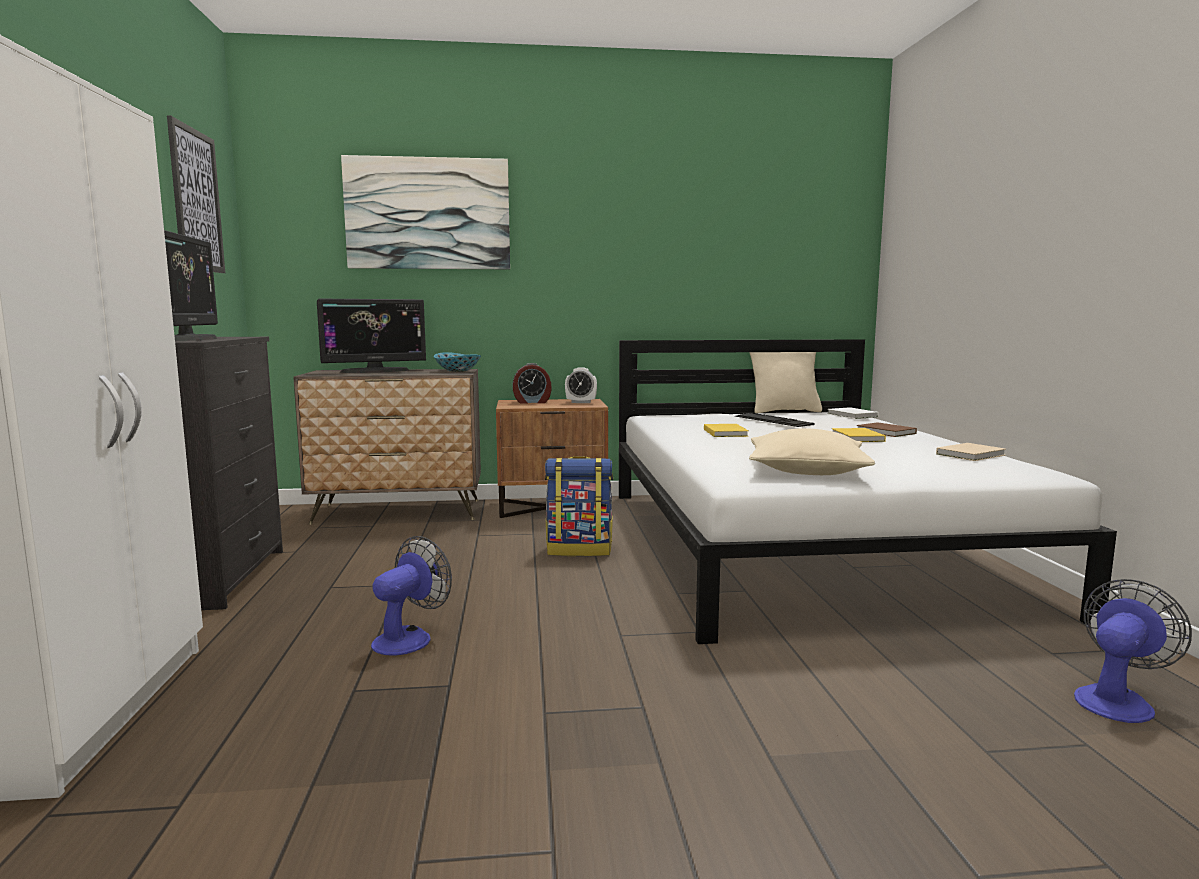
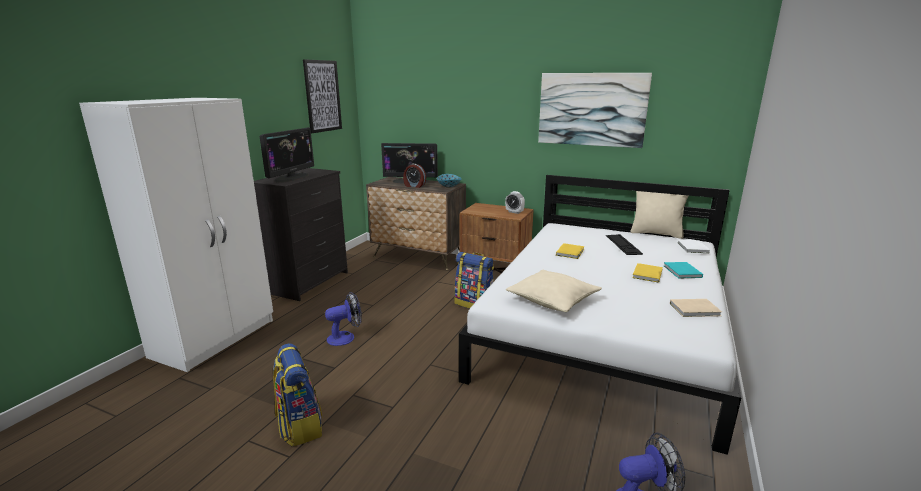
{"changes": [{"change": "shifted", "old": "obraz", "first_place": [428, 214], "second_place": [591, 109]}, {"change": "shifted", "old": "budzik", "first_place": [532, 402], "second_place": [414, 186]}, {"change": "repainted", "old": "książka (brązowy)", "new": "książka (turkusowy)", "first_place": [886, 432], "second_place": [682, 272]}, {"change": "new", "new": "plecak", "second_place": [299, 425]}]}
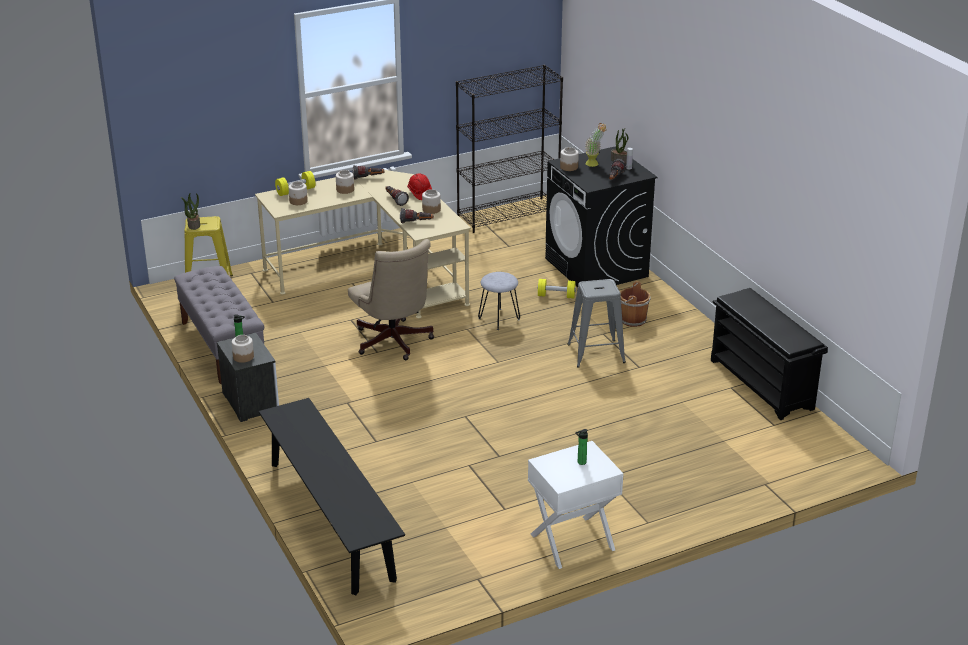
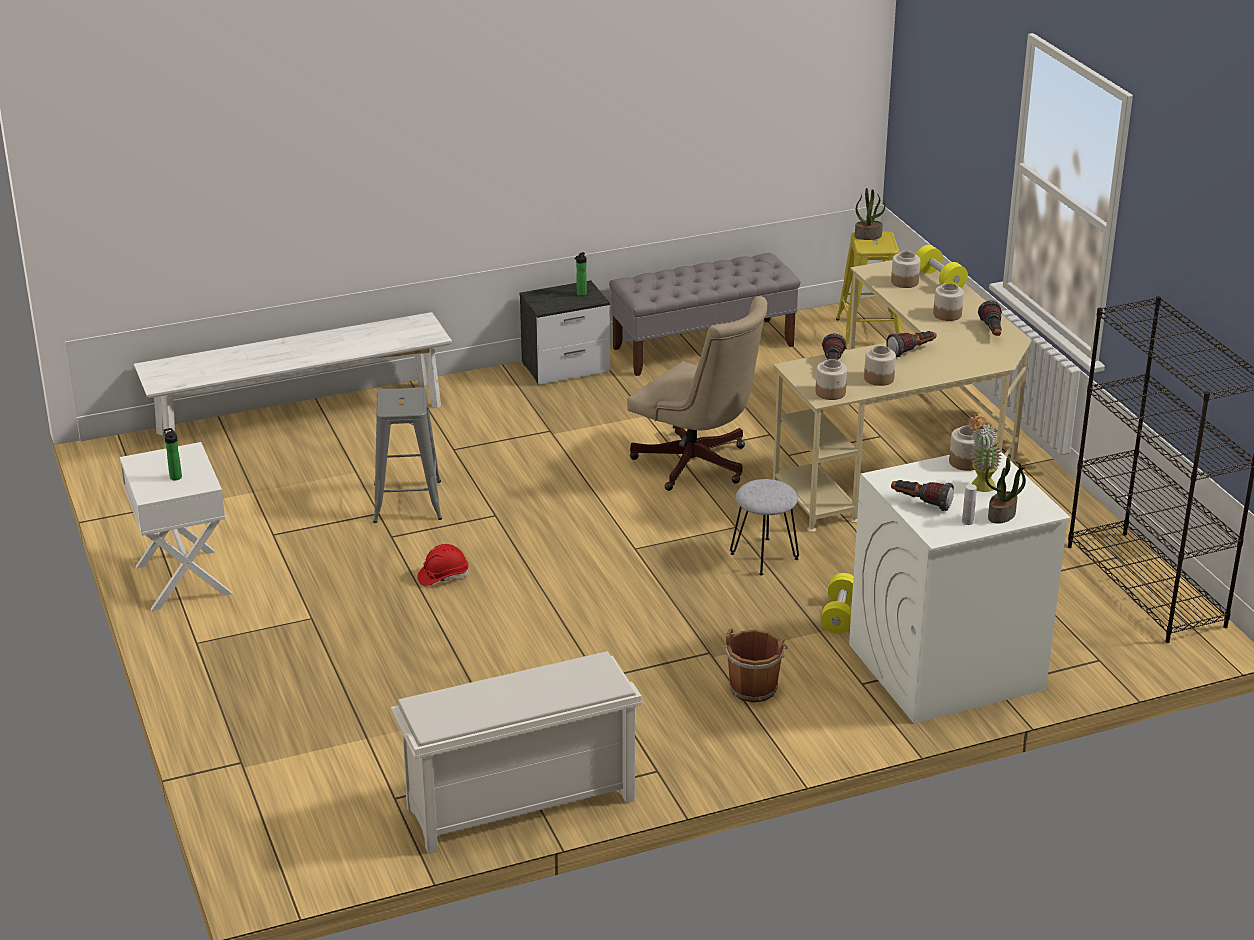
{"changes": [{"change": "shifted", "old": "słoik", "first_place": [243, 357], "second_place": [831, 393]}, {"change": "repainted", "old": "ławka (czarny)", "new": "ławka (biały)", "first_place": [330, 519], "second_place": [300, 419]}, {"change": "rotated", "old": "krzesło biurowe (beżowy)", "first_place": [394, 344], "second_place": [697, 466], "degrees": -120}, {"change": "shifted", "old": "kask (czerwony)", "first_place": [420, 193], "second_place": [443, 576]}, {"change": "repainted", "old": "pralka (czarny)", "new": "pralka (biały)", "first_place": [597, 268], "second_place": [945, 667]}, {"change": "shifted", "old": "stołek (szary)", "first_place": [596, 353], "second_place": [407, 501]}, {"change": "repainted", "old": "regał na buty (czarny)", "new": "regał na buty (biały)", "first_place": [763, 384], "second_place": [519, 806]}]}
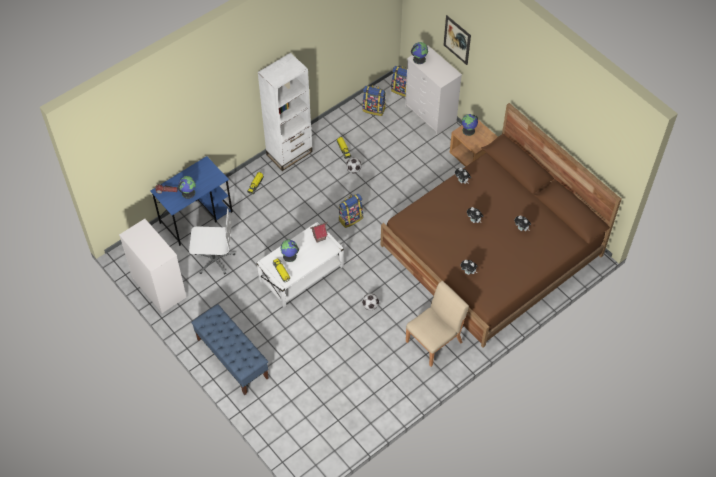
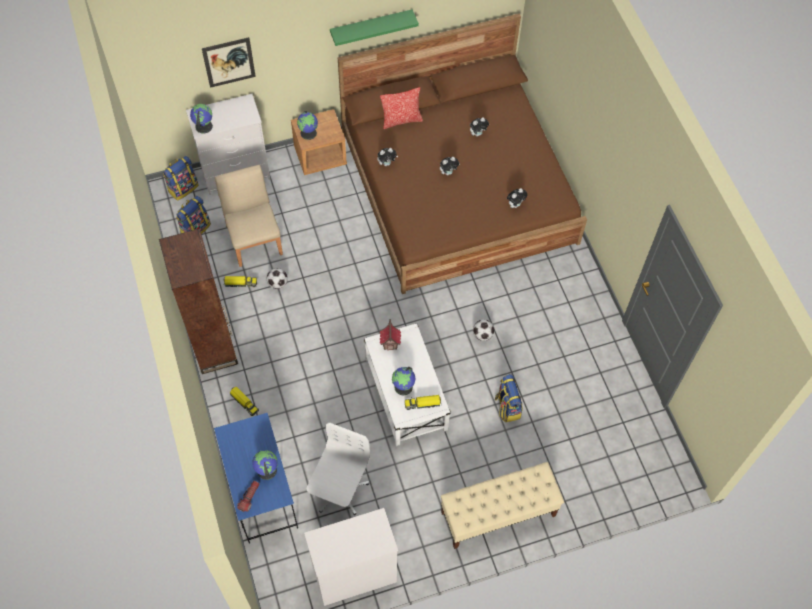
{"changes": [{"change": "repainted", "old": "ławka (niebieski)", "new": "ławka (beżowy)", "first_place": [232, 358], "second_place": [497, 514]}, {"change": "repainted", "old": "regał (biały)", "new": "regał (brązowy)", "first_place": [289, 153], "second_place": [214, 346]}, {"change": "shifted", "old": "plecak", "first_place": [350, 218], "second_place": [507, 407]}, {"change": "shifted", "old": "krzesło (beżowy)", "first_place": [434, 341], "second_place": [254, 239]}, {"change": "new", "new": "półka (zielony)", "second_place": [371, 27]}, {"change": "new", "new": "poduszka", "second_place": [401, 120]}]}
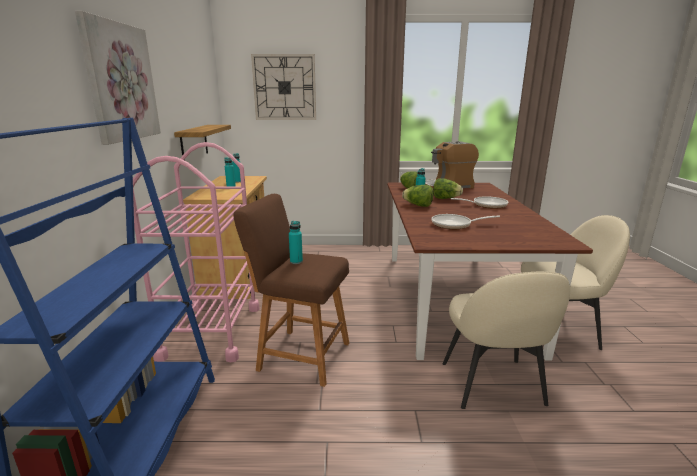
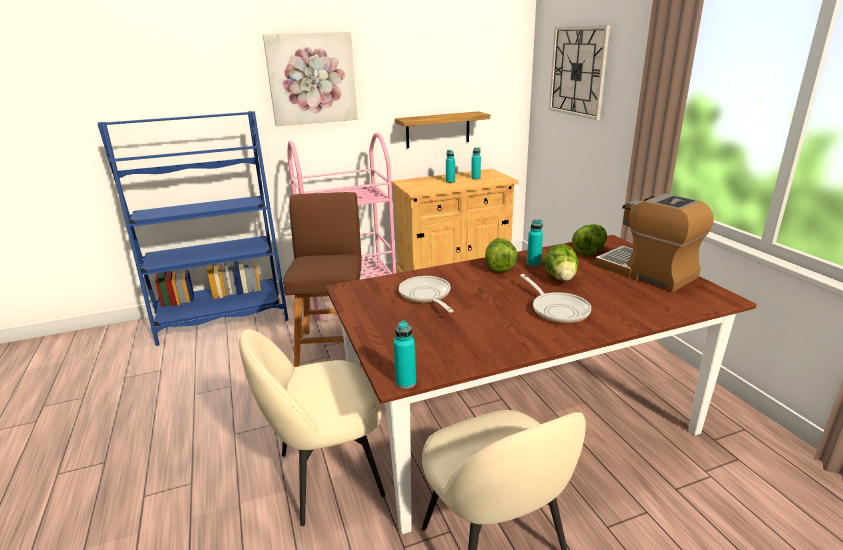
{"changes": [{"change": "shifted", "old": "butelka (turkusowy)", "first_place": [296, 261], "second_place": [406, 382]}]}
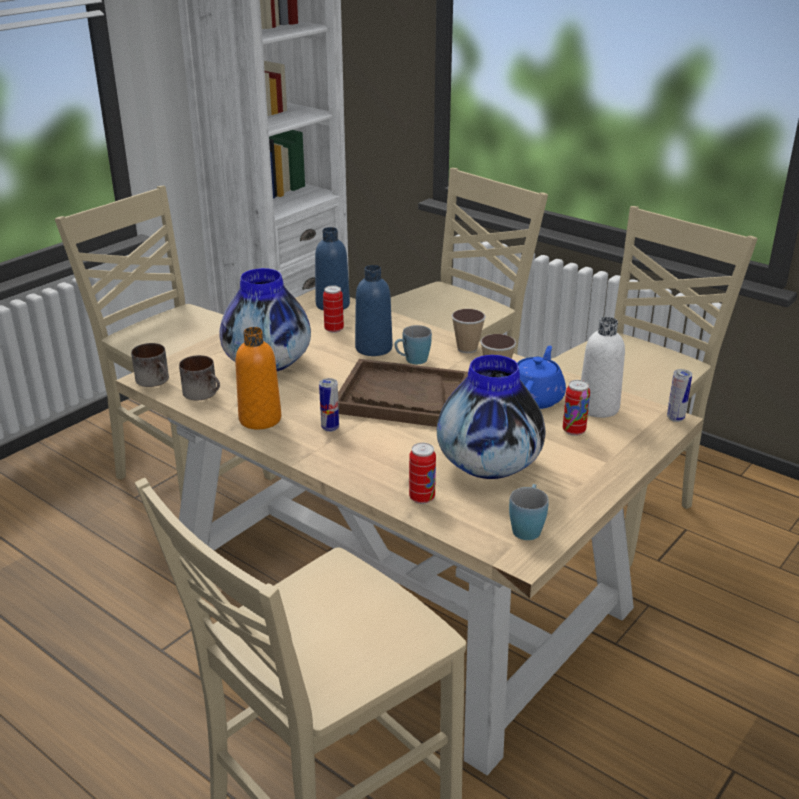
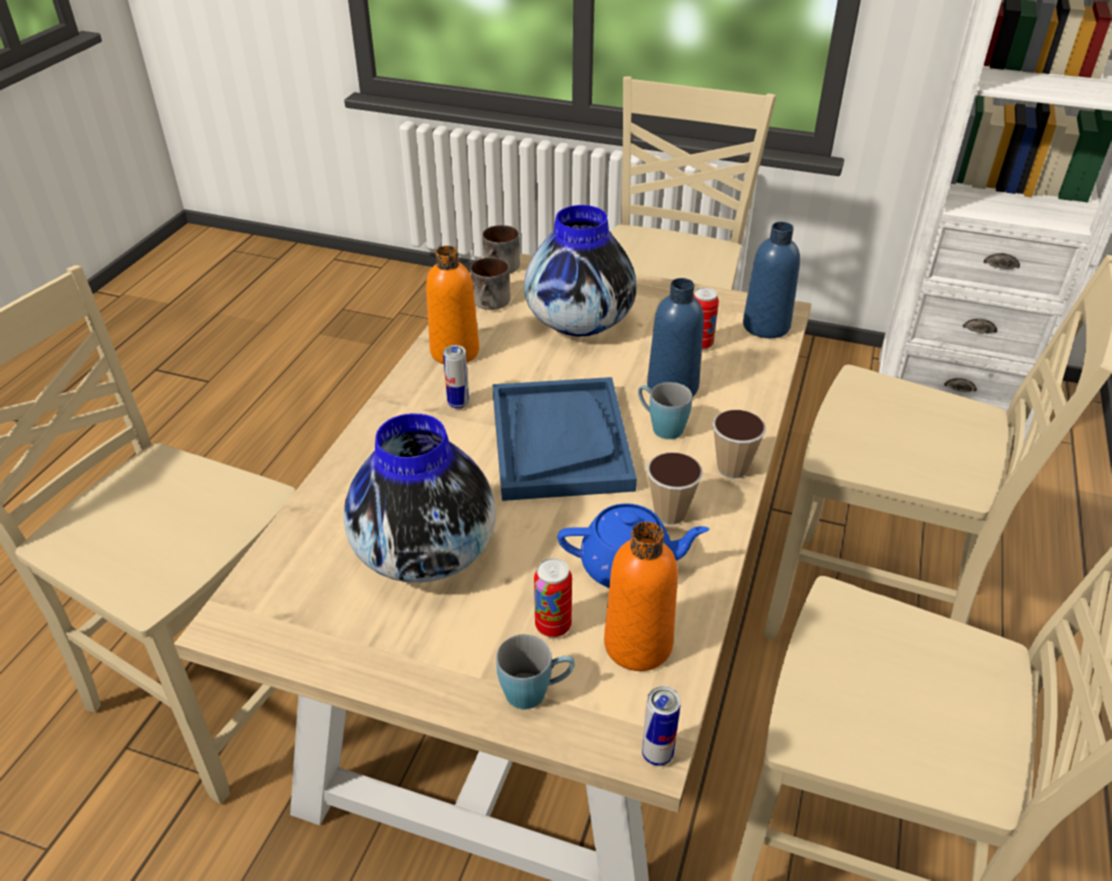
{"changes": [{"change": "repainted", "old": "taca (brązowy)", "new": "taca (niebieski)", "first_place": [402, 397], "second_place": [559, 441]}, {"change": "gone", "old": "puszka", "first_place": [422, 498]}, {"change": "shifted", "old": "kubek (niebieski)", "first_place": [527, 527], "second_place": [536, 691]}, {"change": "repainted", "old": "butelka (biały)", "new": "butelka (pomarańczowy)", "first_place": [598, 408], "second_place": [638, 644]}]}
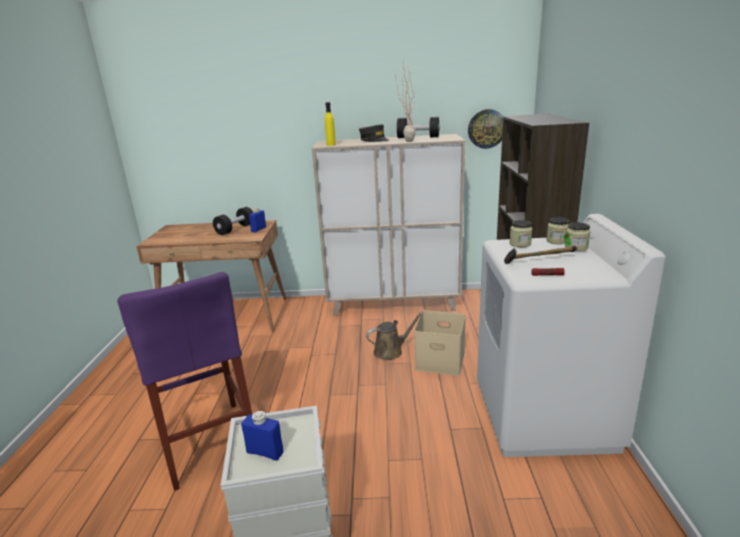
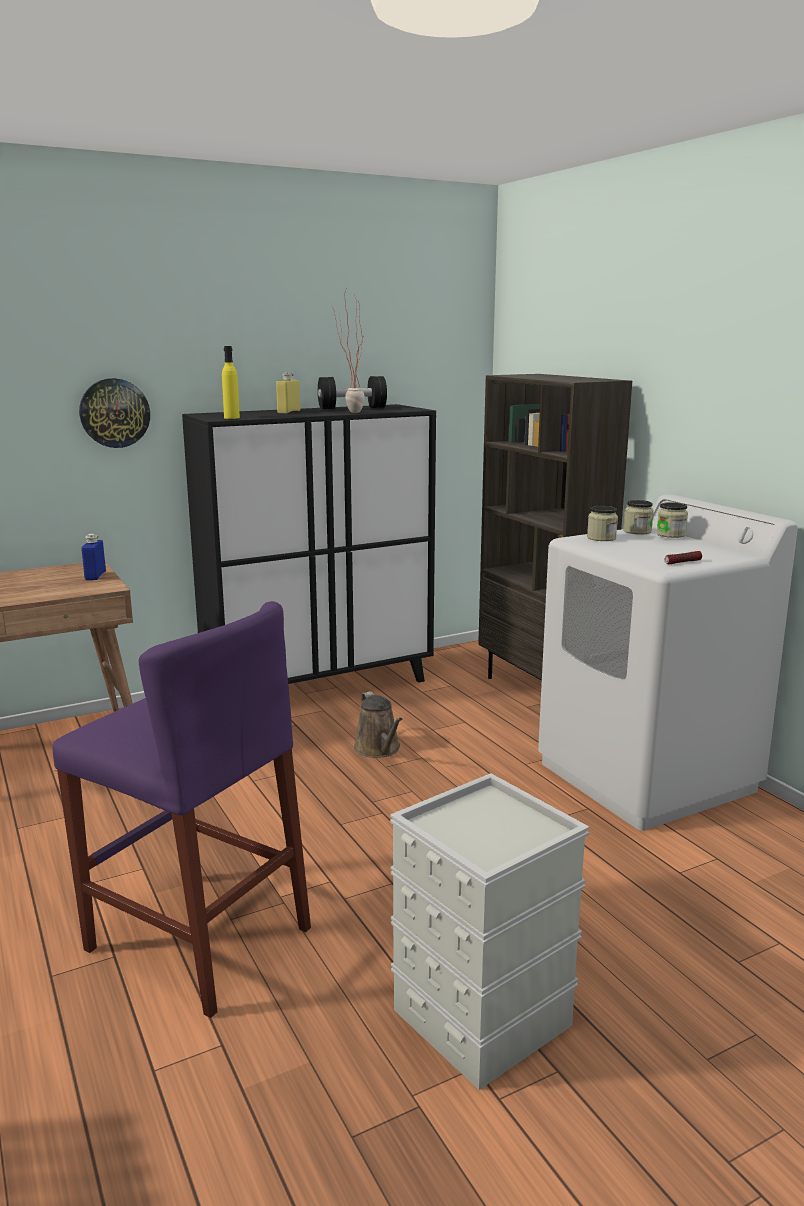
{"changes": [{"change": "gone", "old": "hantel (czarny)", "first_place": [235, 229]}, {"change": "gone", "old": "butelka (niebieski)", "first_place": [265, 452]}, {"change": "repainted", "old": "szafka (beżowy)", "new": "szafka (czarny)", "first_place": [393, 304], "second_place": [320, 688]}, {"change": "swapped", "old": "czapka z daszkiem (szary)", "new": "butelka (żółty)", "first_place": [374, 140], "second_place": [289, 412]}, {"change": "rotated", "old": "konewka (brązowy)", "first_place": [391, 351], "second_place": [379, 749], "degrees": 120}, {"change": "gone", "old": "pojemnik do przechowywania (beżowy)", "first_place": [441, 360]}, {"change": "shifted", "old": "zegar ścienny", "first_place": [486, 129], "second_place": [114, 413]}, {"change": "gone", "old": "młotek", "first_place": [538, 261]}]}
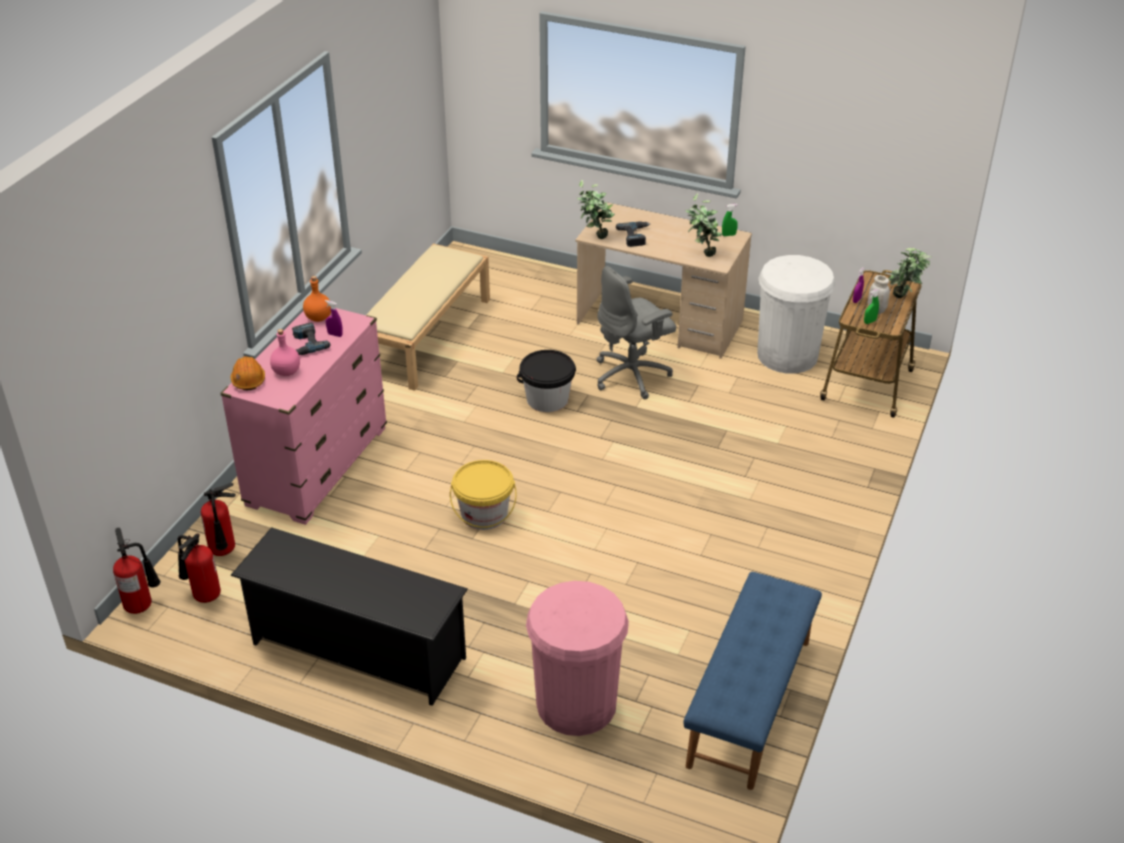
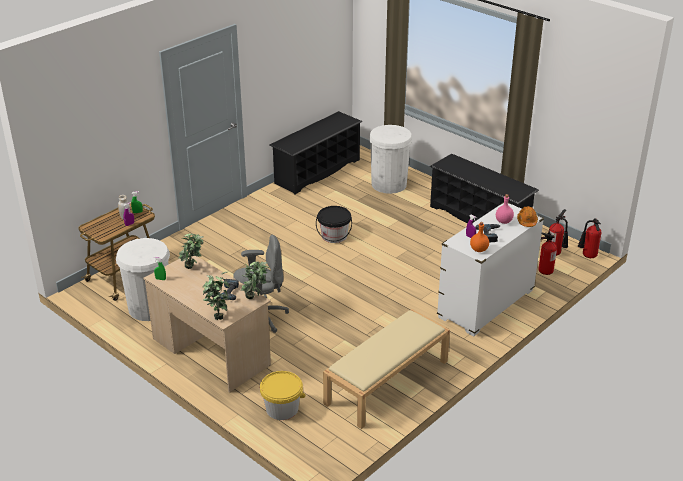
{"changes": [{"change": "repainted", "old": "komoda (różowy)", "new": "komoda (biały)", "first_place": [317, 466], "second_place": [486, 304]}, {"change": "shifted", "old": "wiadro (żółty)", "first_place": [484, 514], "second_place": [282, 409]}, {"change": "shifted", "old": "wiadro (czarny)", "first_place": [547, 399], "second_place": [334, 236]}, {"change": "repainted", "old": "kosz na śmieci (różowy)", "new": "kosz na śmieci (biały)", "first_place": [576, 704], "second_place": [389, 184]}, {"change": "swapped", "old": "ławka (niebieski)", "new": "regał na buty (czarny)", "first_place": [750, 702], "second_place": [317, 171]}, {"change": "shifted", "old": "roślina doniczkowa", "first_place": [904, 299], "second_place": [218, 315]}]}
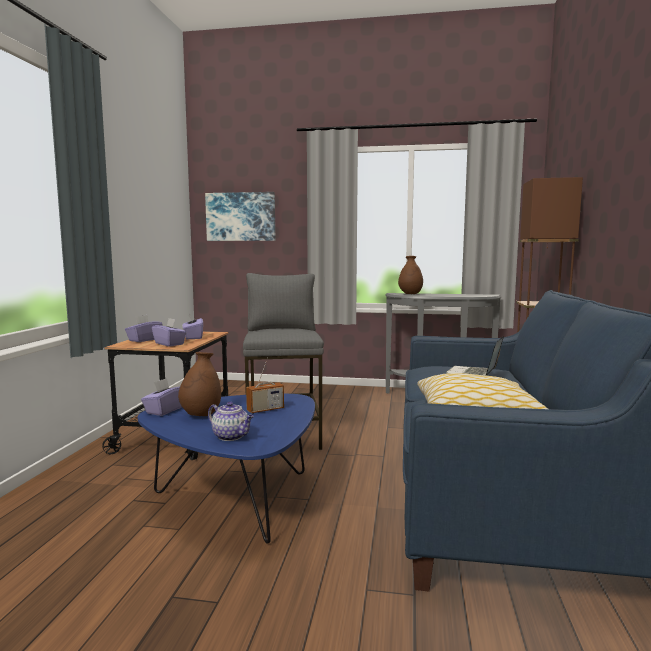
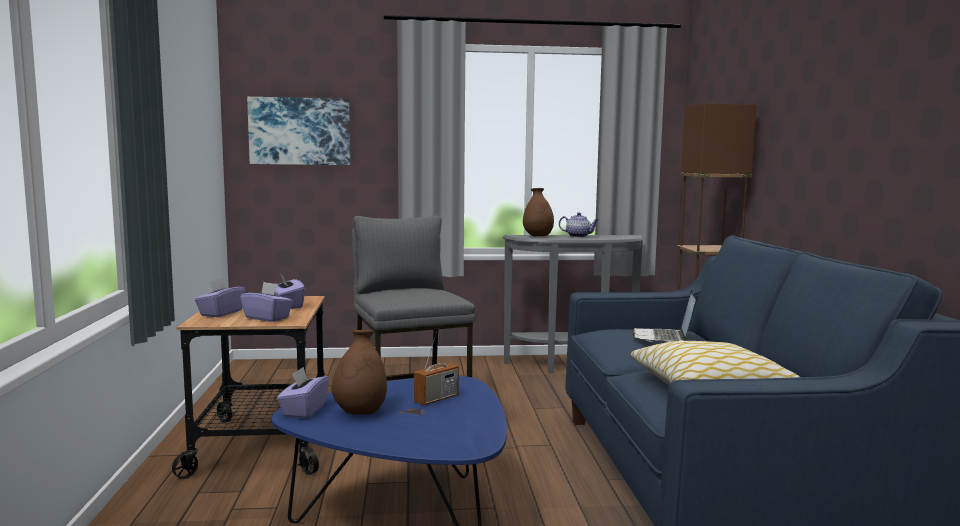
{"changes": [{"change": "shifted", "old": "imbryk", "first_place": [231, 436], "second_place": [578, 236]}]}
